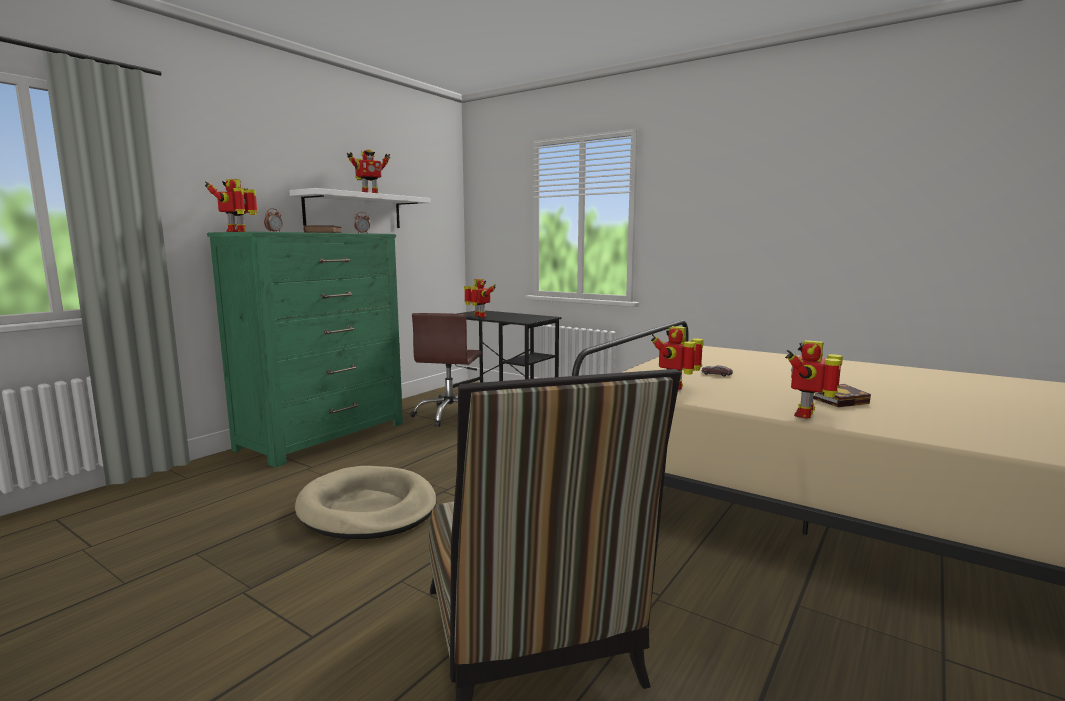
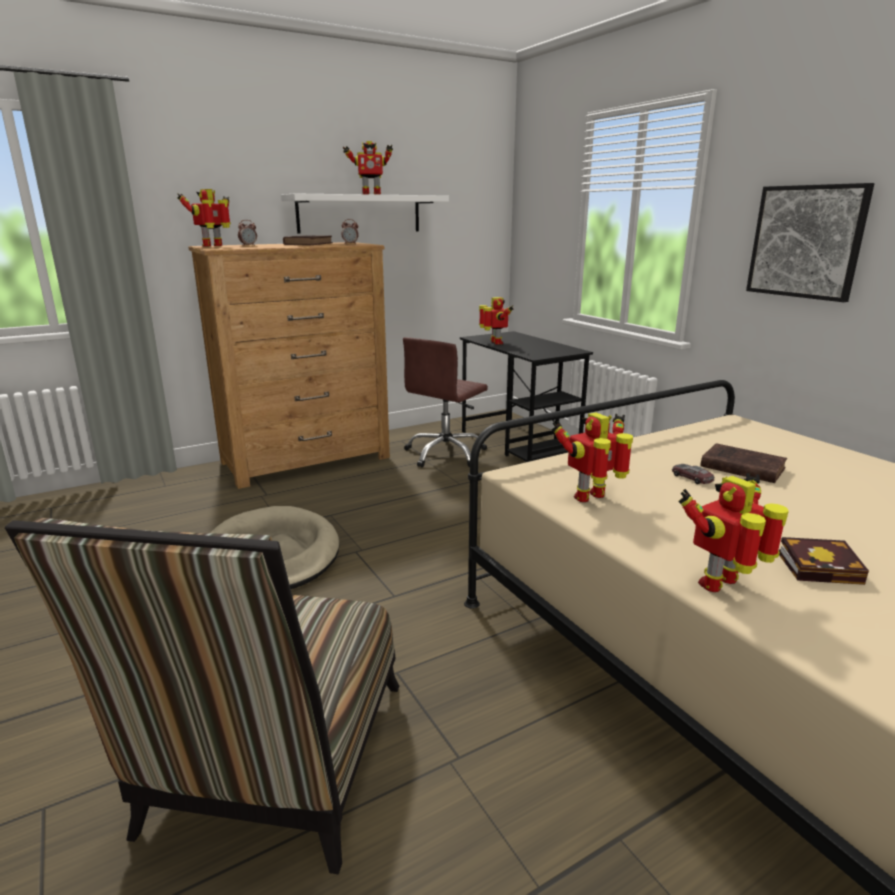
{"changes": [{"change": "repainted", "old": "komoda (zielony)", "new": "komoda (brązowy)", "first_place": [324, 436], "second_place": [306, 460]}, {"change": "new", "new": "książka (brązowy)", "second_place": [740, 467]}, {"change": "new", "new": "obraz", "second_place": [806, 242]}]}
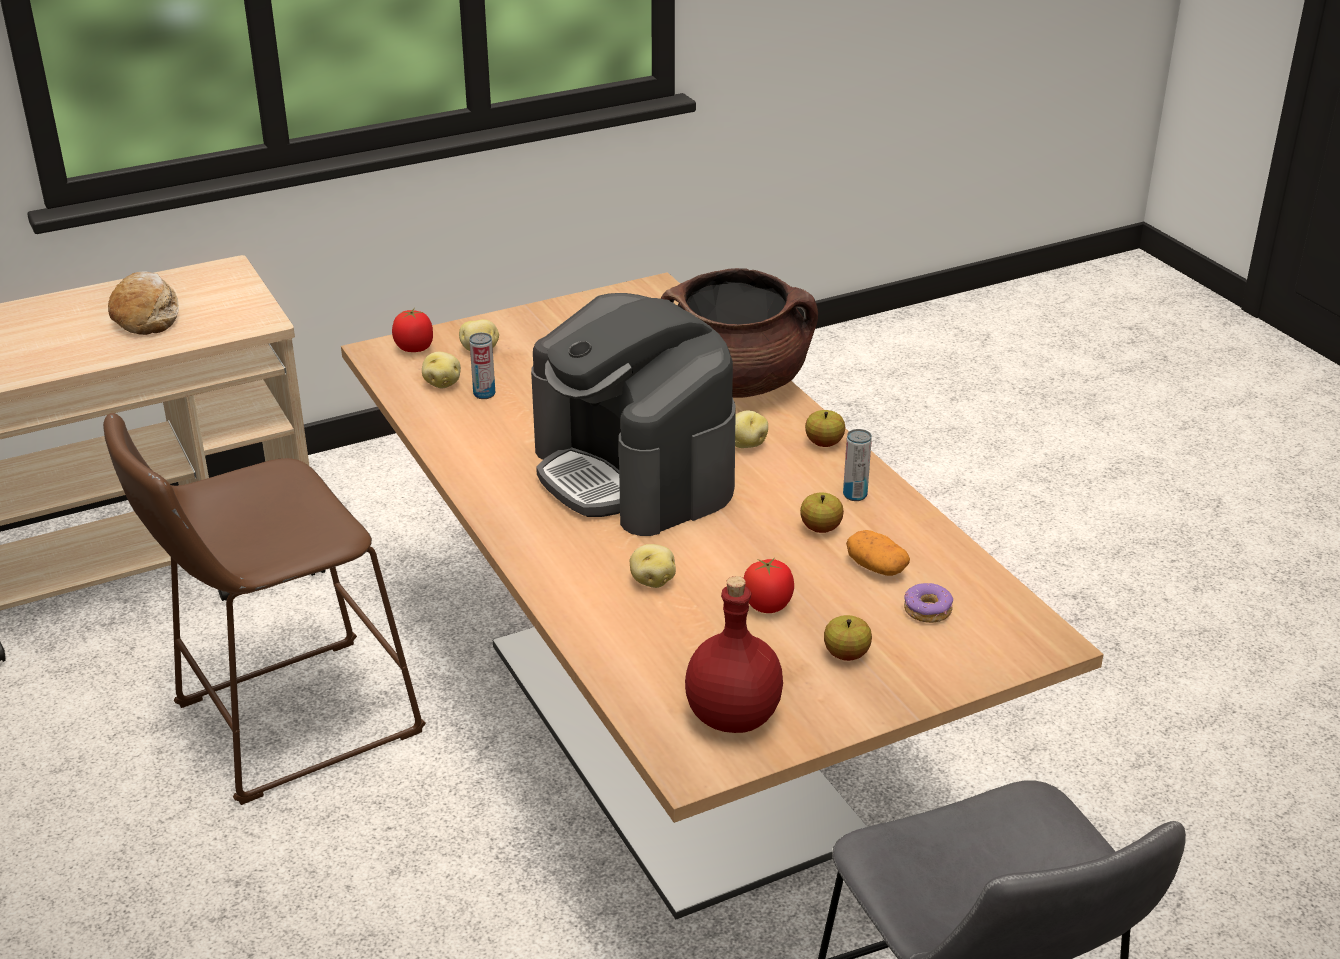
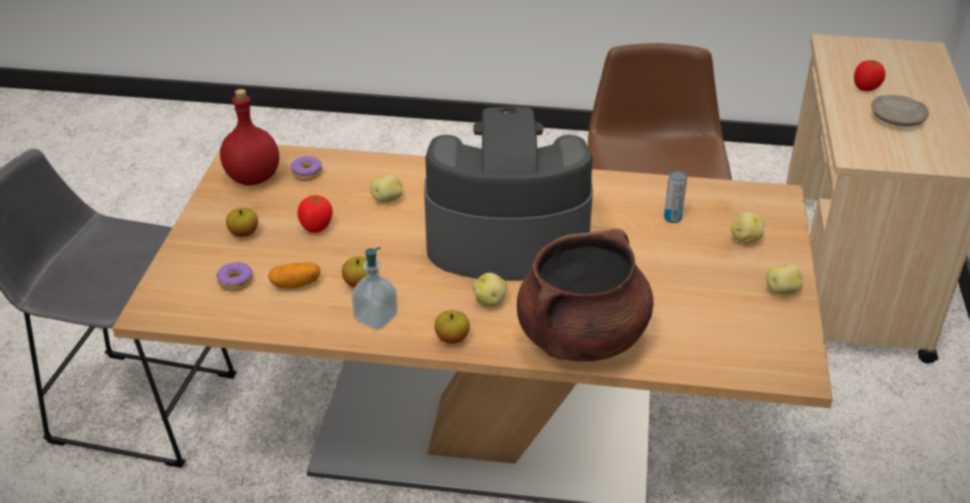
{"changes": [{"change": "swapped", "old": "chleb", "new": "talerz (beżowy)", "first_place": [146, 316], "second_place": [897, 118]}, {"change": "shifted", "old": "pomidor", "first_place": [414, 348], "second_place": [865, 88]}, {"change": "shifted", "old": "ziemniak", "first_place": [442, 383], "second_place": [782, 291]}, {"change": "swapped", "old": "puszka", "new": "dozownik mydła", "first_place": [855, 495], "second_place": [376, 318]}, {"change": "new", "new": "donut", "second_place": [307, 173]}]}
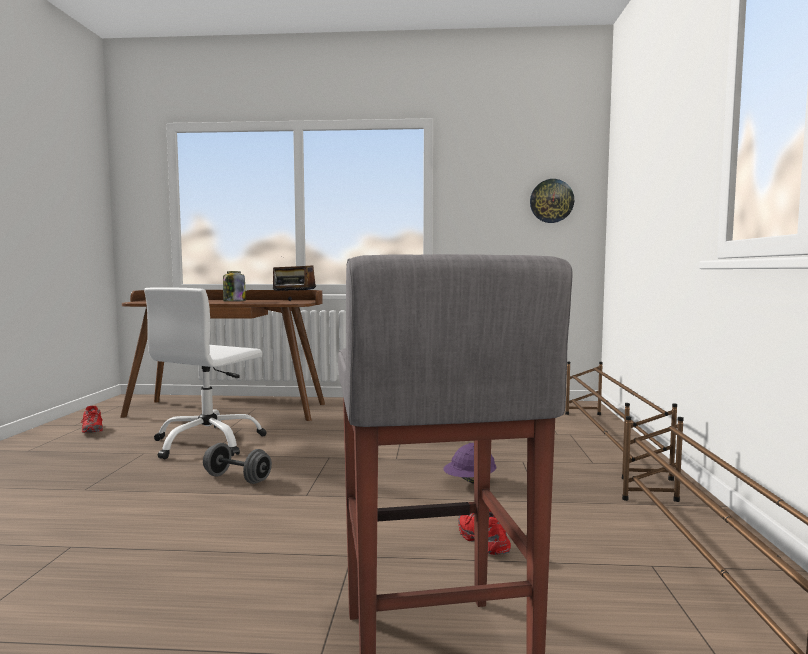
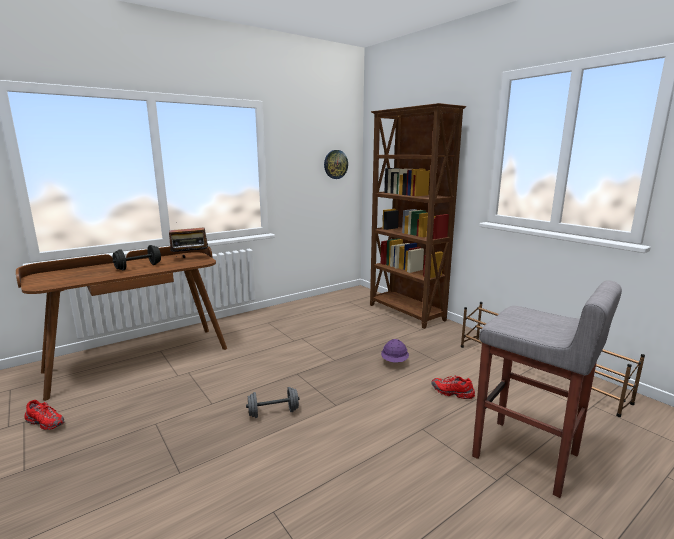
{"changes": [{"change": "gone", "old": "krzesło biurowe (biały)", "first_place": [208, 443]}, {"change": "swapped", "old": "słoik", "new": "hantel (czarny)", "first_place": [234, 301], "second_place": [138, 267]}, {"change": "swapped", "old": "regał na buty (brązowy)", "new": "regał (brązowy)", "first_place": [609, 441], "second_place": [406, 313]}]}
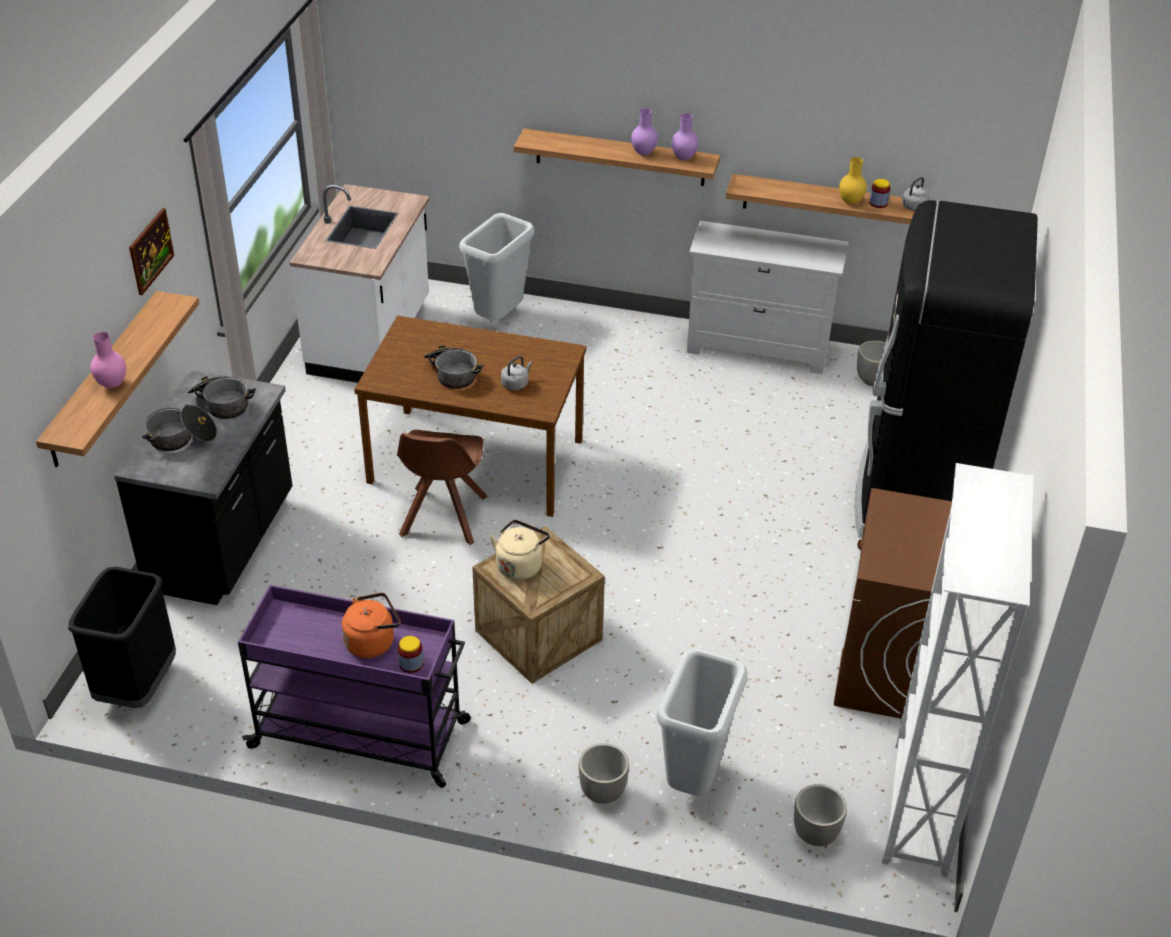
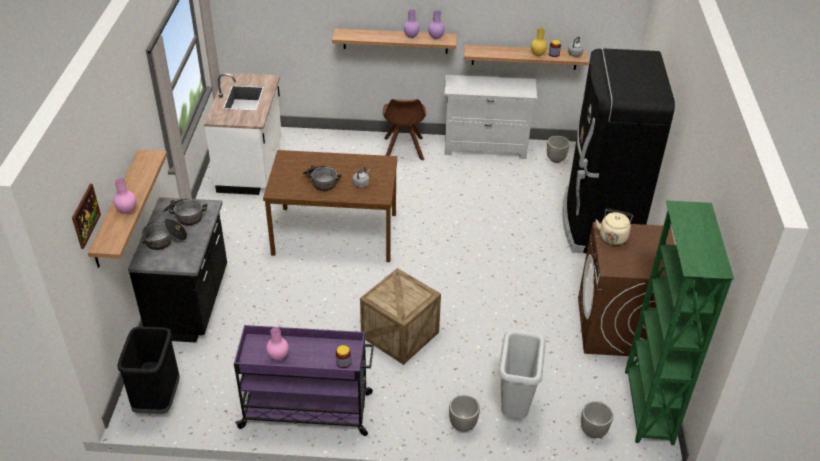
{"changes": [{"change": "shifted", "old": "obraz", "first_place": [150, 251], "second_place": [85, 216]}, {"change": "gone", "old": "czajnik (pomarańczowy)", "first_place": [372, 642]}, {"change": "shifted", "old": "krzesło (brązowy)", "first_place": [443, 517], "second_place": [403, 150]}, {"change": "gone", "old": "kosz na śmieci (szary)", "first_place": [498, 318]}, {"change": "shifted", "old": "czajnik (beżowy)", "first_place": [520, 565], "second_place": [613, 236]}, {"change": "repainted", "old": "regał (biały)", "new": "regał (zielony)", "first_place": [918, 809], "second_place": [647, 407]}, {"change": "new", "new": "wazon (różowy)", "second_place": [278, 357]}]}
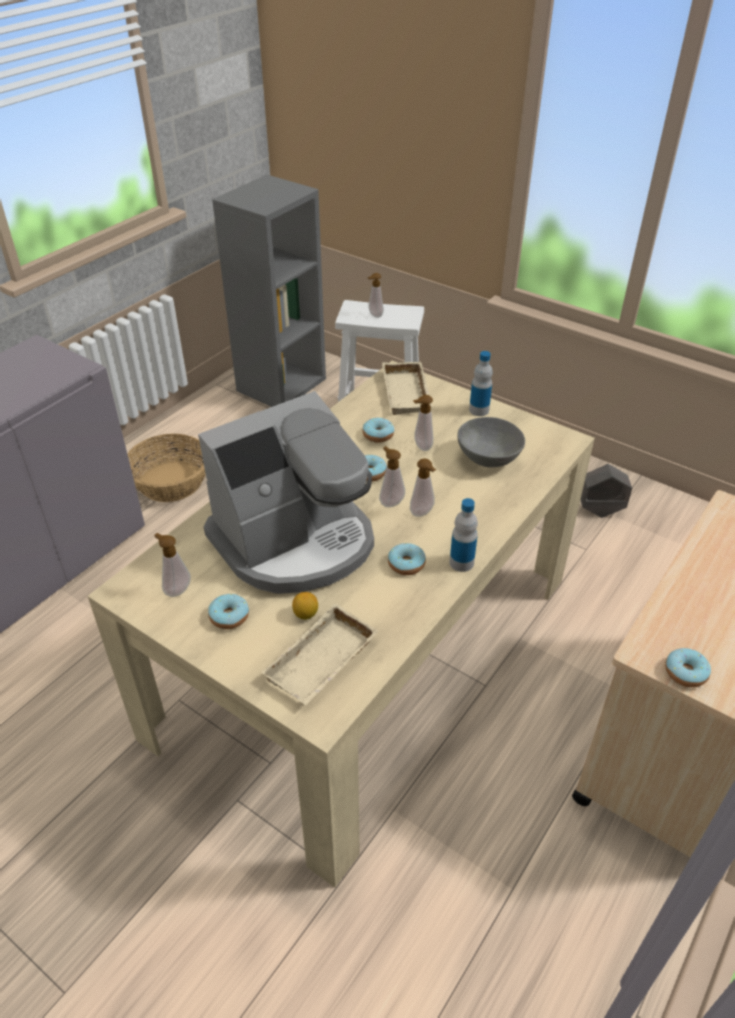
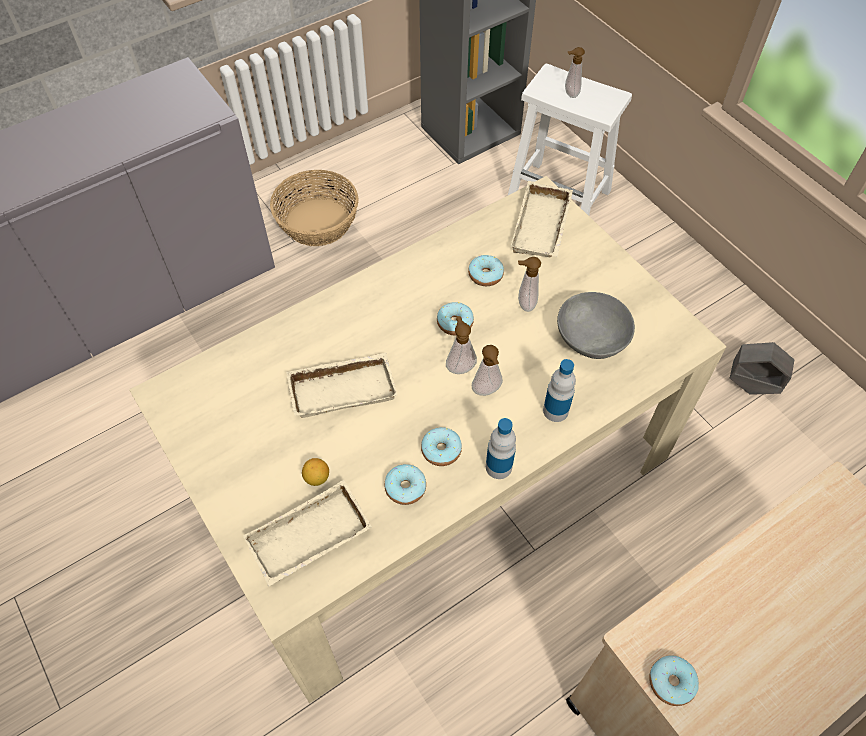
{"changes": [{"change": "gone", "old": "dozownik mydła", "first_place": [176, 589]}, {"change": "swapped", "old": "ekspres do kawy", "new": "taca (beżowy)", "first_place": [295, 542], "second_place": [343, 387]}, {"change": "shifted", "old": "donut", "first_place": [229, 616], "second_place": [405, 488]}, {"change": "shifted", "old": "butelka", "first_place": [479, 410], "second_place": [555, 410]}]}
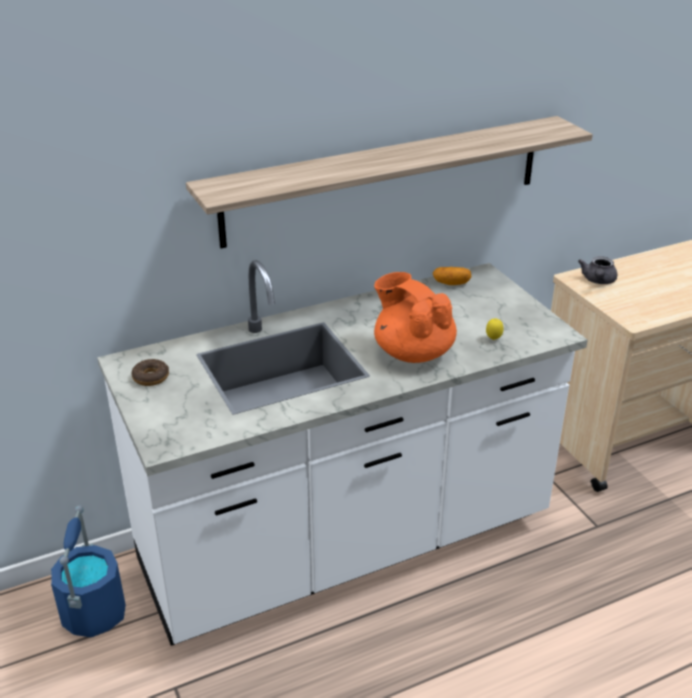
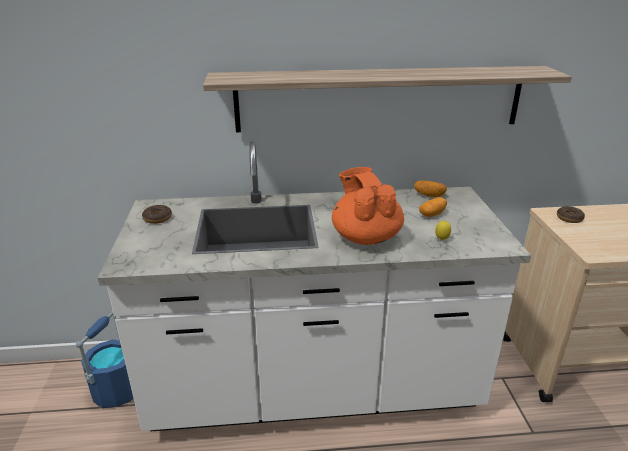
{"changes": [{"change": "swapped", "old": "imbryk (szary)", "new": "donut", "first_place": [598, 281], "second_place": [569, 218]}, {"change": "new", "new": "ziemniak", "second_place": [432, 214]}]}
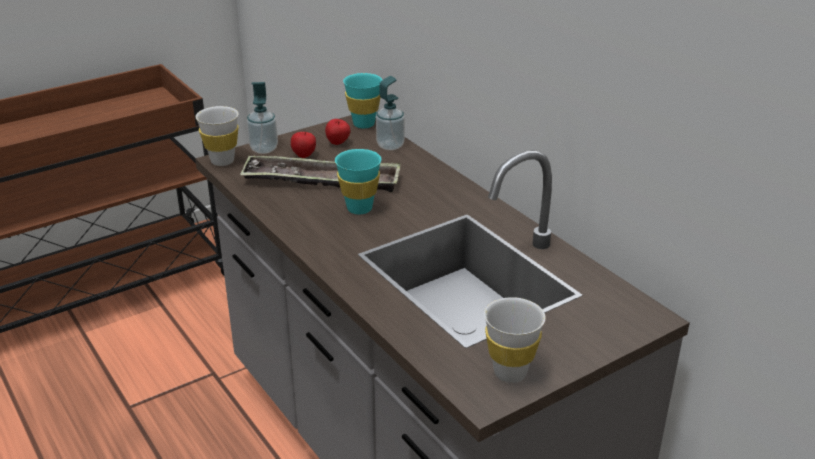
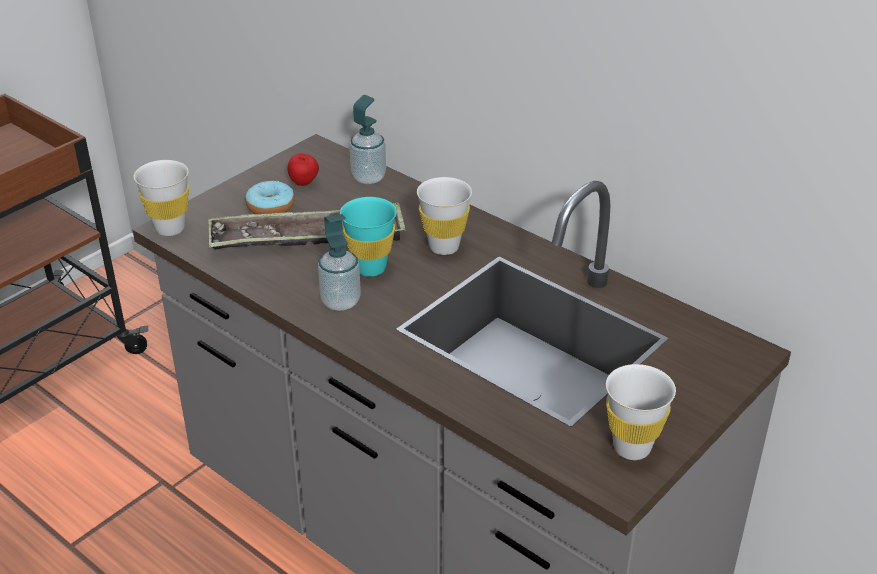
{"changes": [{"change": "shifted", "old": "dozownik mydła", "first_place": [264, 149], "second_place": [340, 302]}, {"change": "swapped", "old": "jabłko", "new": "donut", "first_place": [304, 156], "second_place": [270, 207]}, {"change": "gone", "old": "filiżanka (turkusowy)", "first_place": [364, 124]}, {"change": "new", "new": "filiżanka (biały)", "second_place": [444, 247]}]}
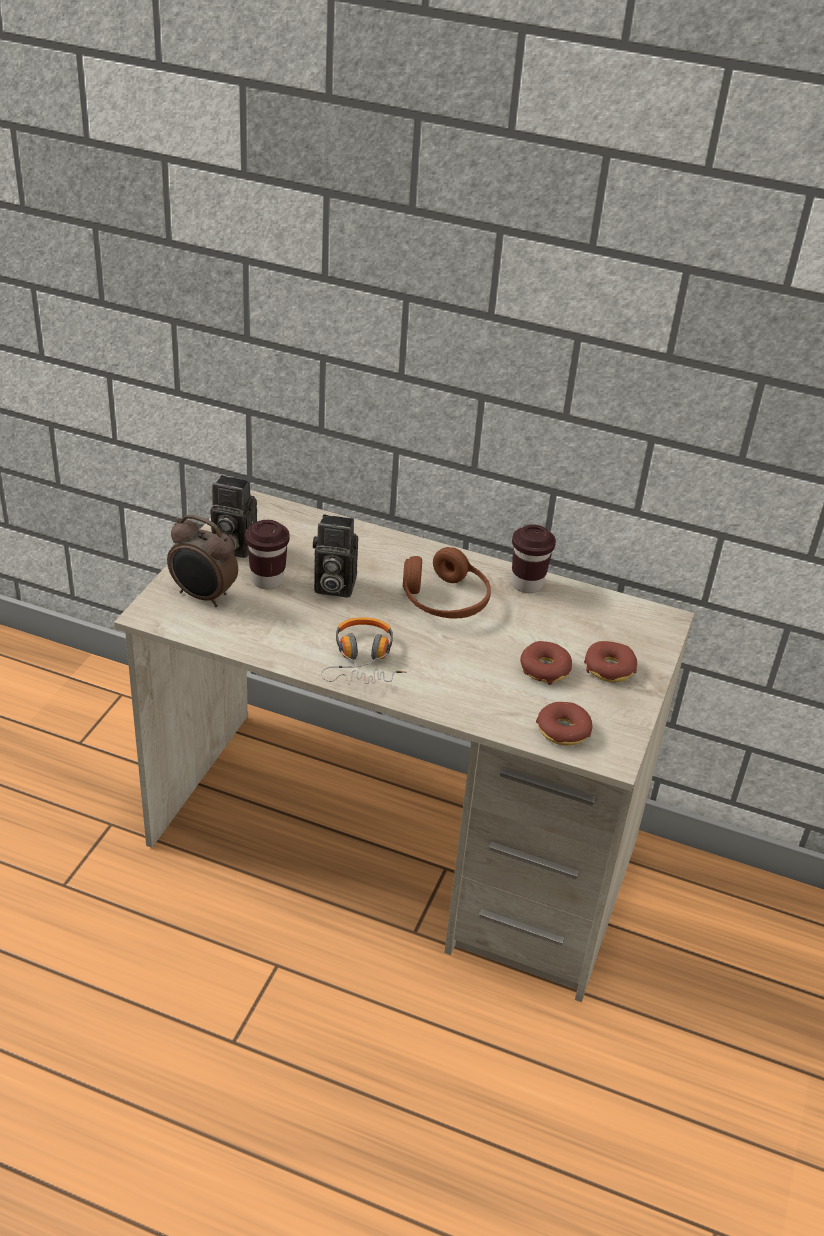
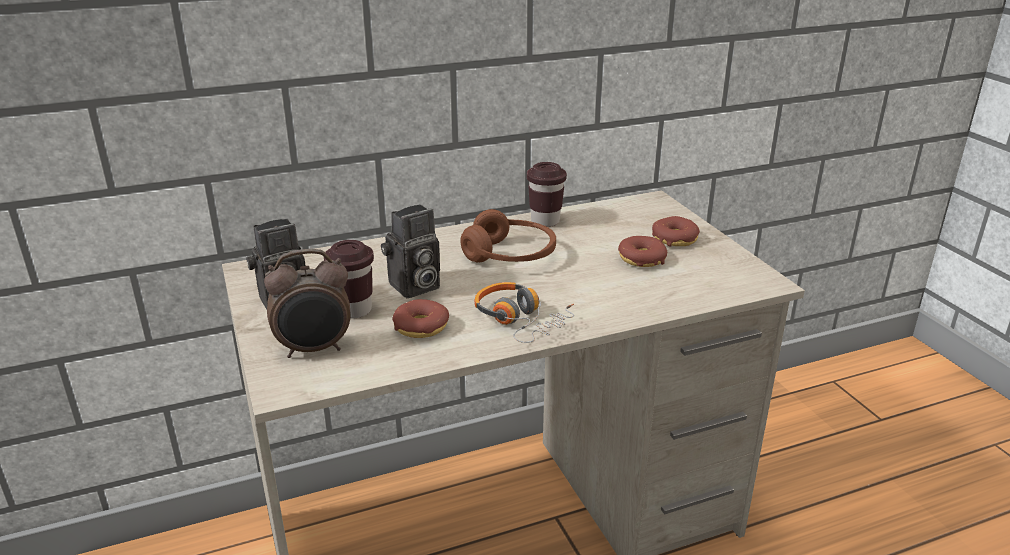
{"changes": [{"change": "shifted", "old": "donut", "first_place": [563, 730], "second_place": [421, 327]}]}
